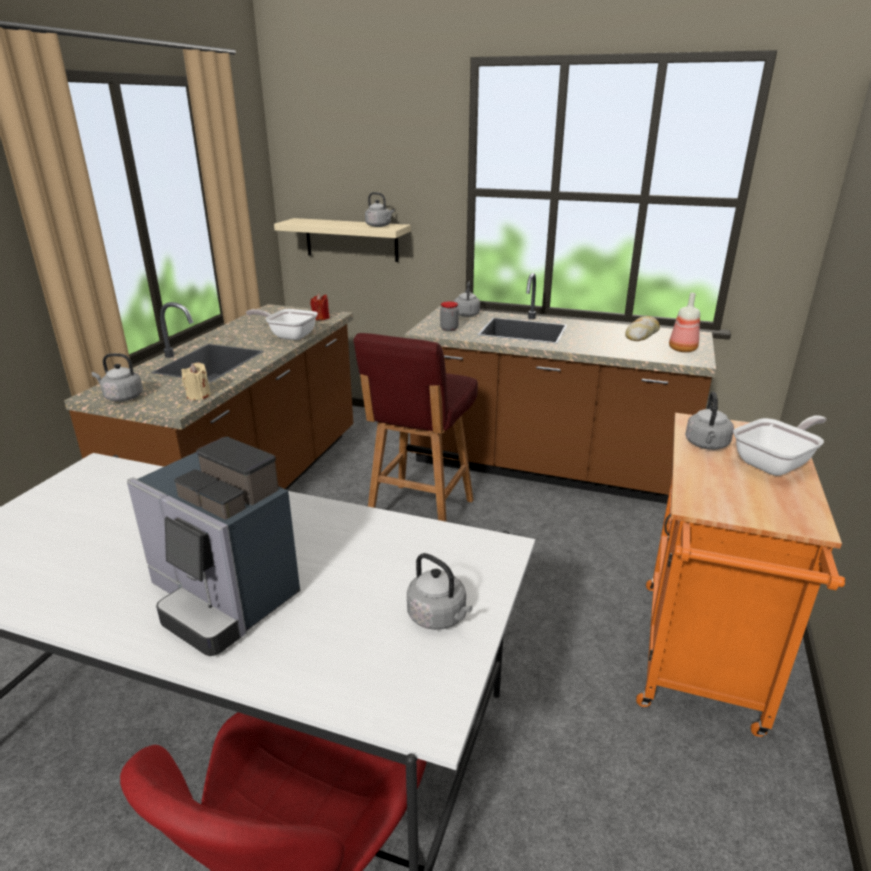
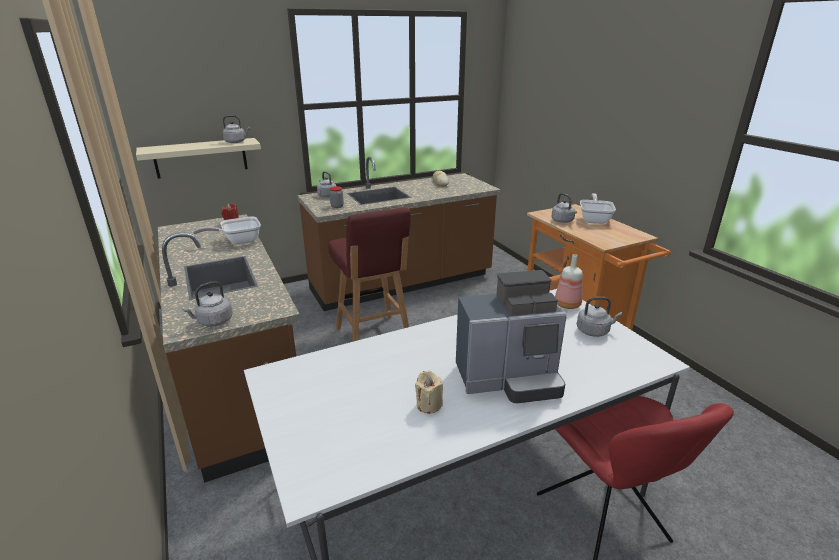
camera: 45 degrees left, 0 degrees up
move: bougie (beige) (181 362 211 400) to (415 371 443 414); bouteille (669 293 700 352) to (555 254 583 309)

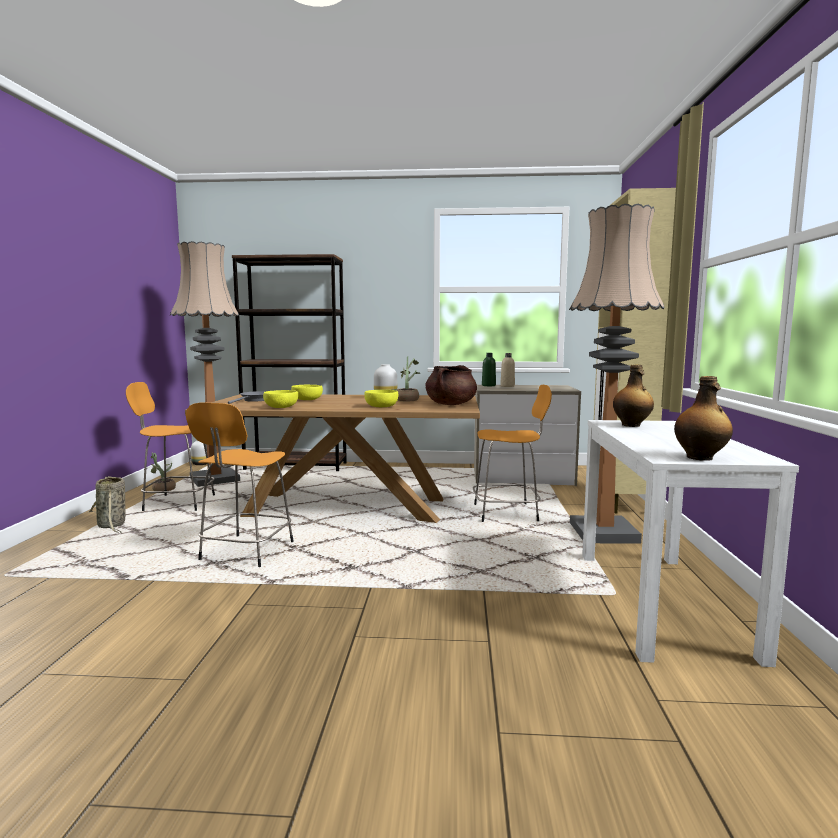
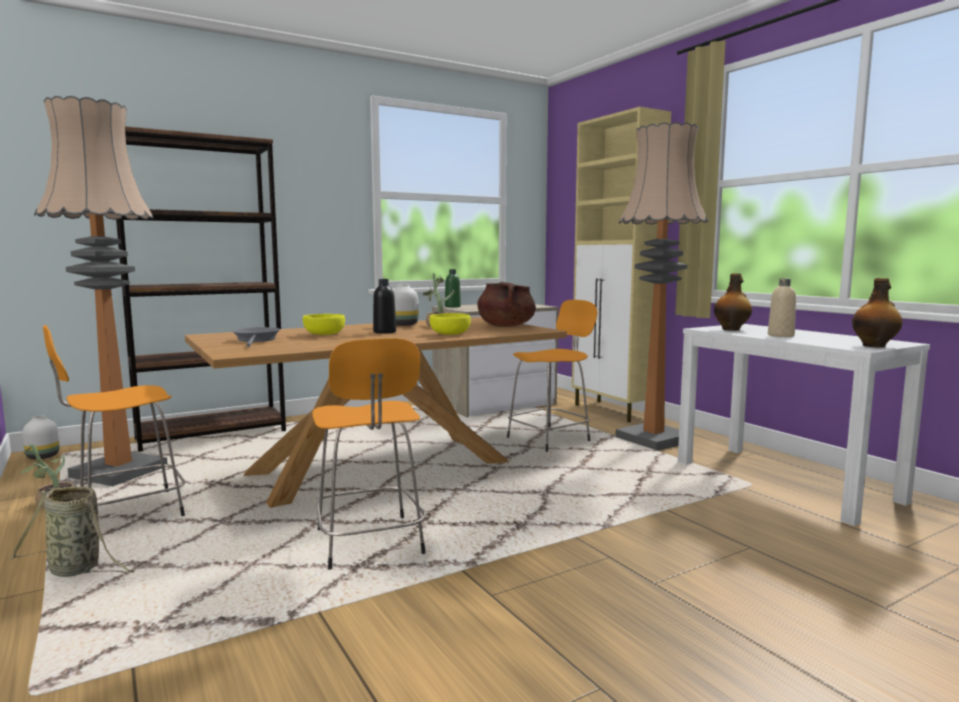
camera: 35 degrees left, 0 degrees up
delete: bol (jaune) (263 390 298 408)
insert: bouteille (noir) (373 279 396 334)
move: bouteille (beige) (500 353 515 387) to (768 278 796 337)

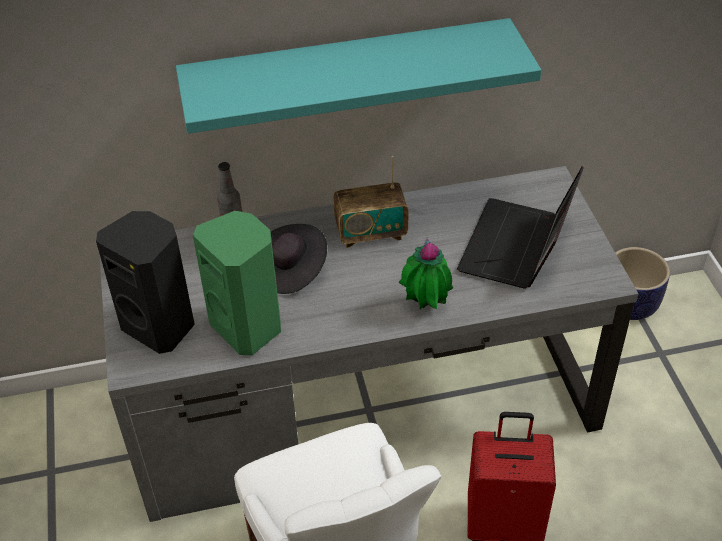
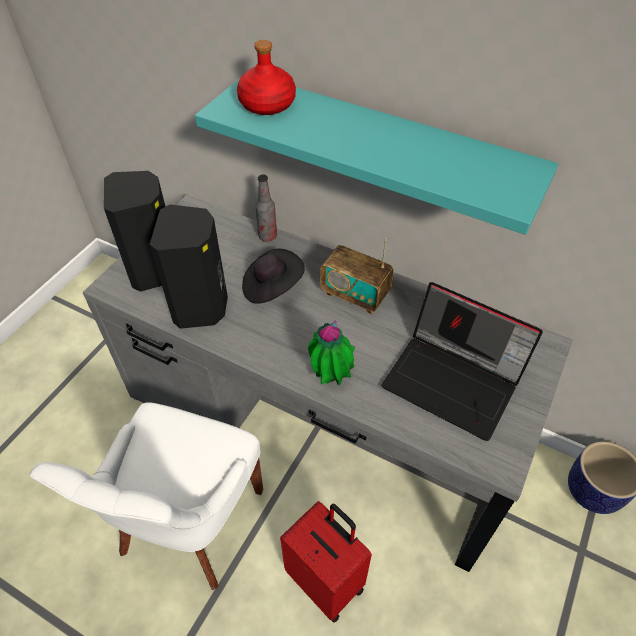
camera: 40 degrees right, 5 degrees up
insert: bouteille (rouge) (237 40 296 115)
recolor: enceinte (vert) (193 211 281 355) to enceinte (noir) (150 204 228 329)
rotate: ordinateur portable (457 166 584 289) = (381 282 543 441) 120 degrees counterclockwise

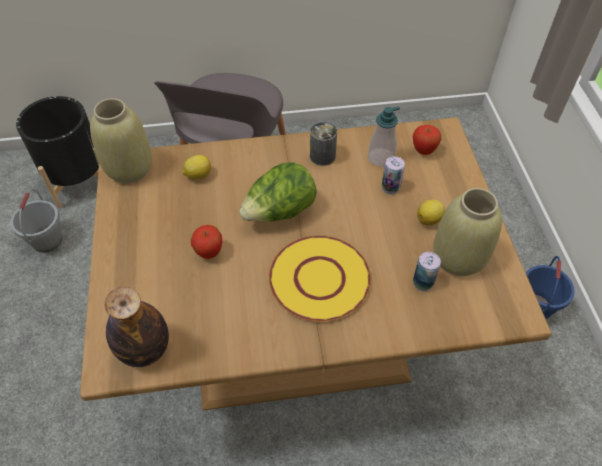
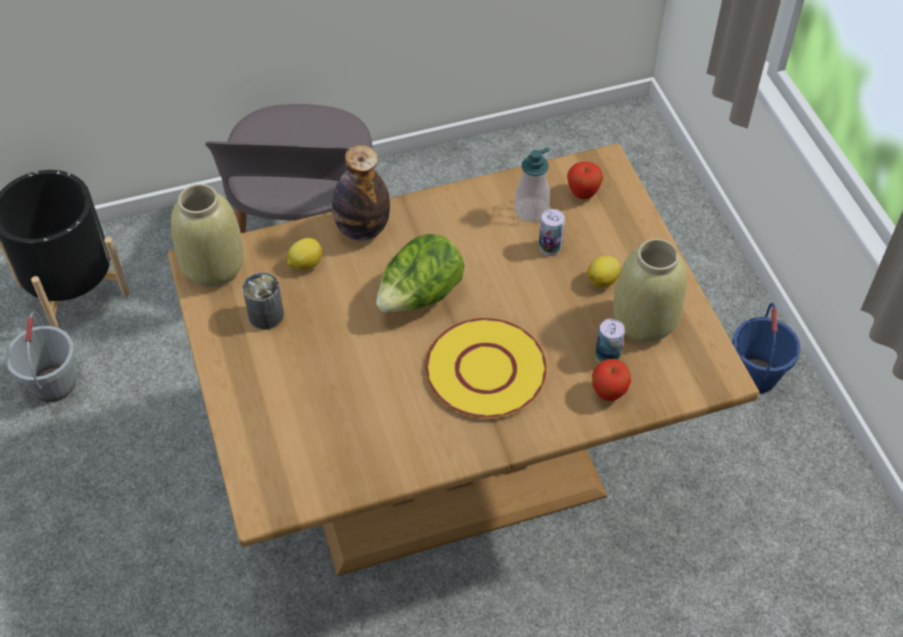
camera: 10 degrees left, 0 degrees up
move: bouteille (104 287 169 367) to (332 145 390 241); pomme (191 225 222 259) to (592 359 631 401); boîte métallique (310 122 337 166) to (243 272 284 330)

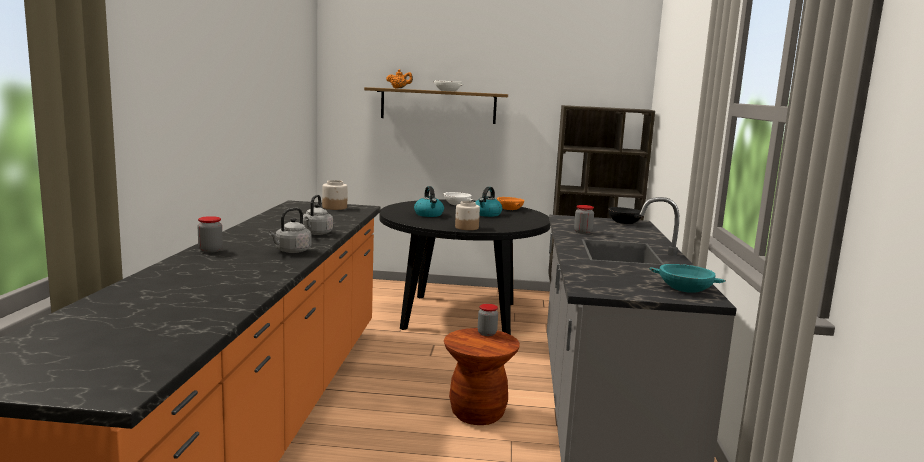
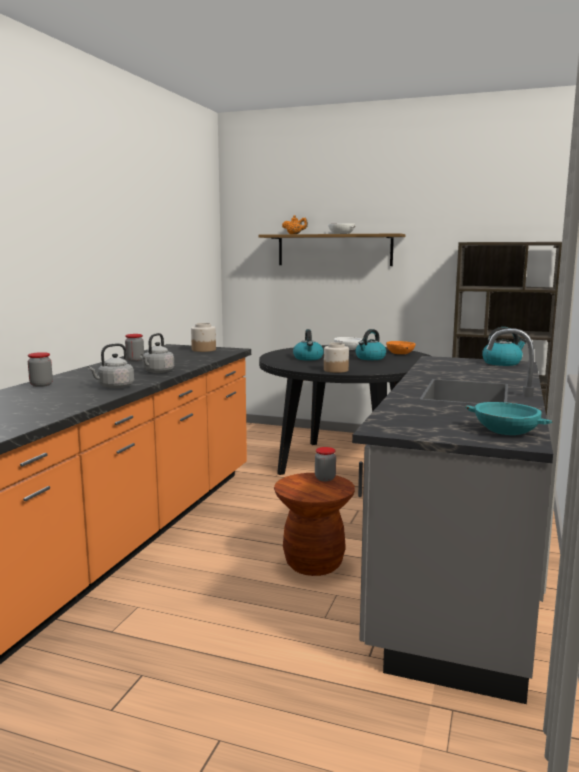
camera: 15 degrees right, 0 degrees up
move: bocal (574 205 594 234) to (125 334 144 362)
replace: bol (noir) (608 207 642 224) to bouilloire (482 327 527 366)

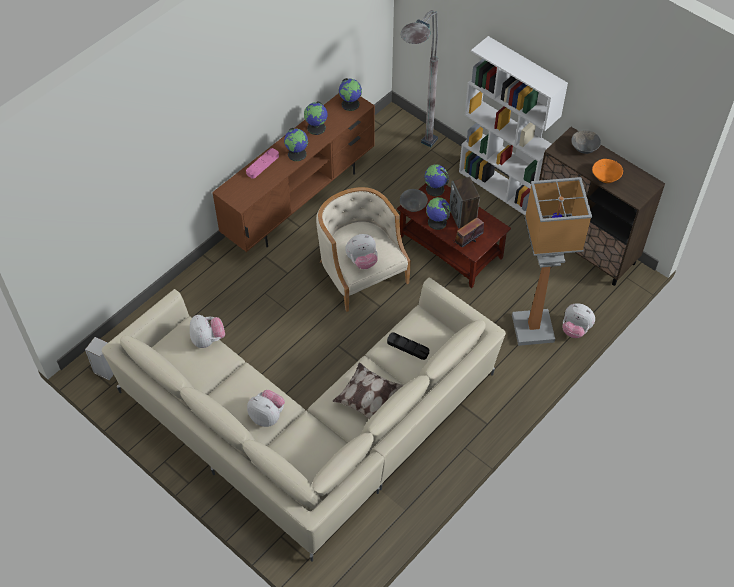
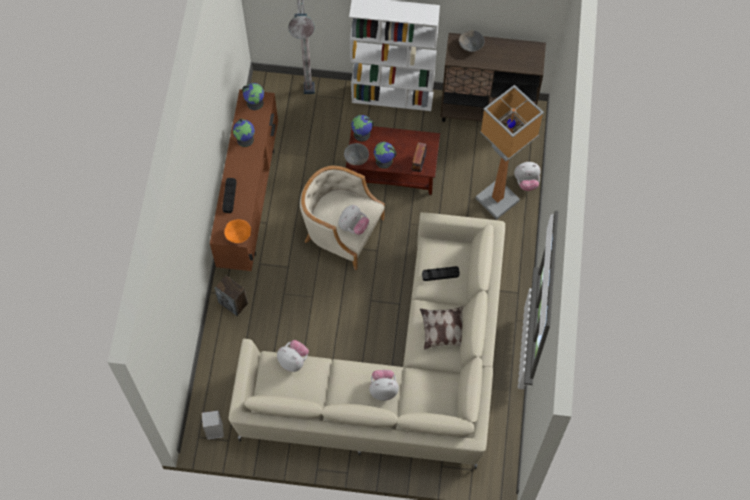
camera: 35 degrees left, 10 degrees up
delete: globe (284 128 308 161)
move: enceinte (449 177 480 229) to (214 275 248 316); bol (orange) (592 159 623 183) to (224 219 251 243)
recolor: plateau (rose) (246 148 279 179) to plateau (noir) (222 178 237 213)

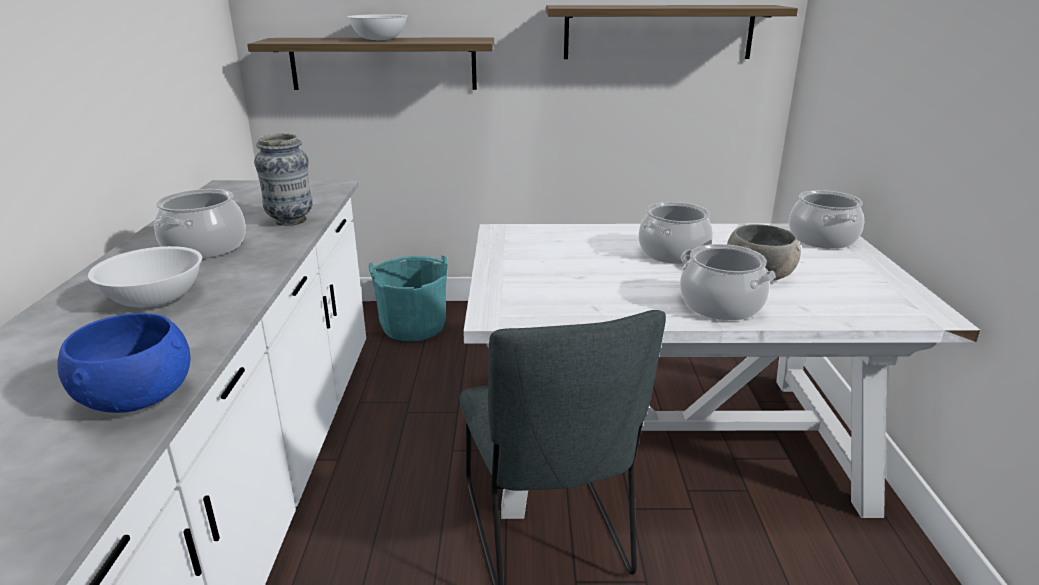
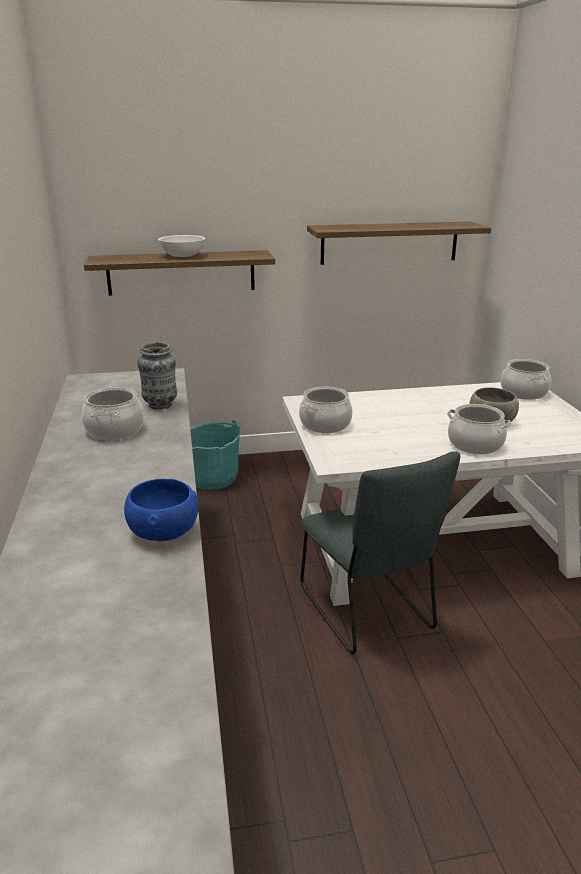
camera: 10 degrees left, 0 degrees up
delete: bol (blanc) (88 246 202 308)
move: marmite (638 202 713 264) to (299 387 353 433)

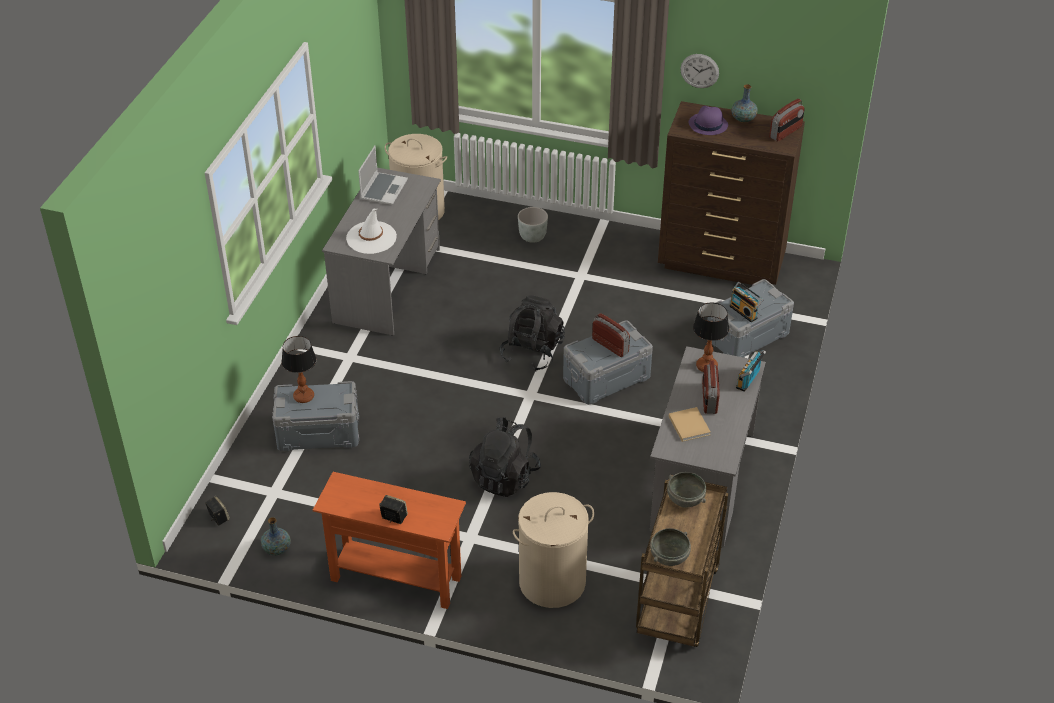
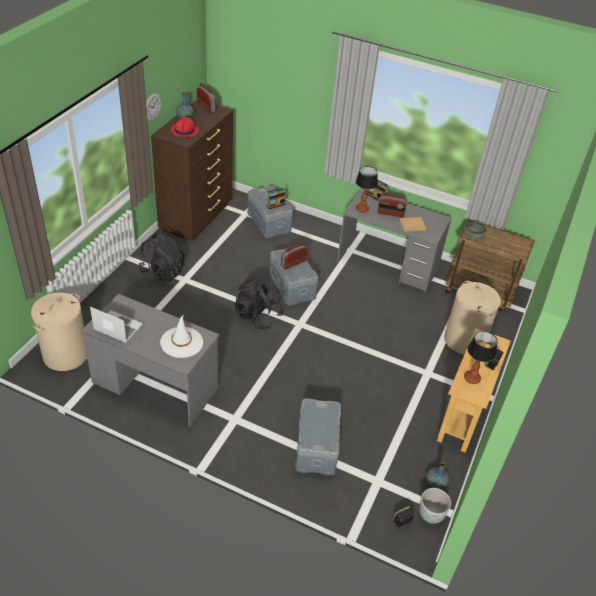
camera: 85 degrees left, 0 degrees up
delete: bol (gris) (650 528 691 566)
move: lampe de table (281 336 316 403) to (464 331 498 384); sac à dos (noir) (469 417 541 497) to (138 232 185 282); cache-pot (gris) (518 207 548 243) to (419 488 451 524)
recolor: table console (orange) (313 472 466 609) to table console (beige) (437 328 511 453); chapeau (violet) (689 106 728 135) to chapeau (rouge) (171 117 199 137)

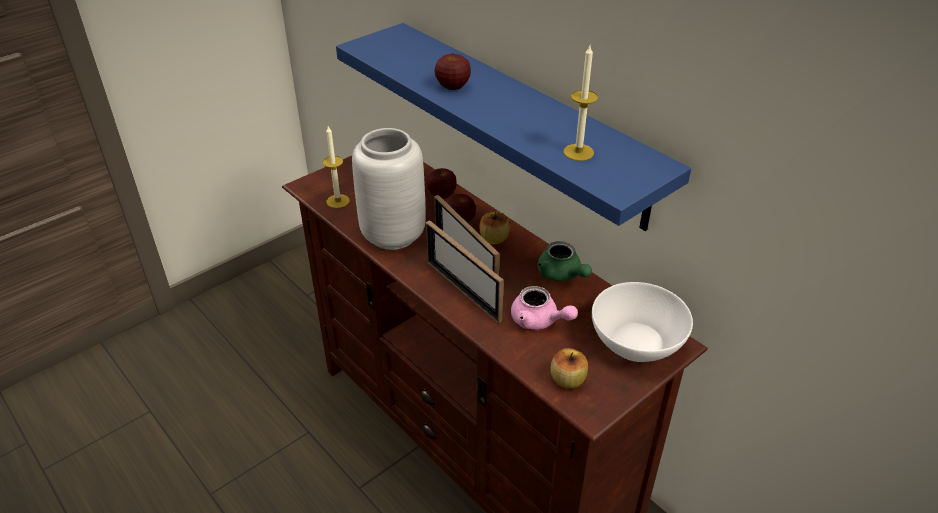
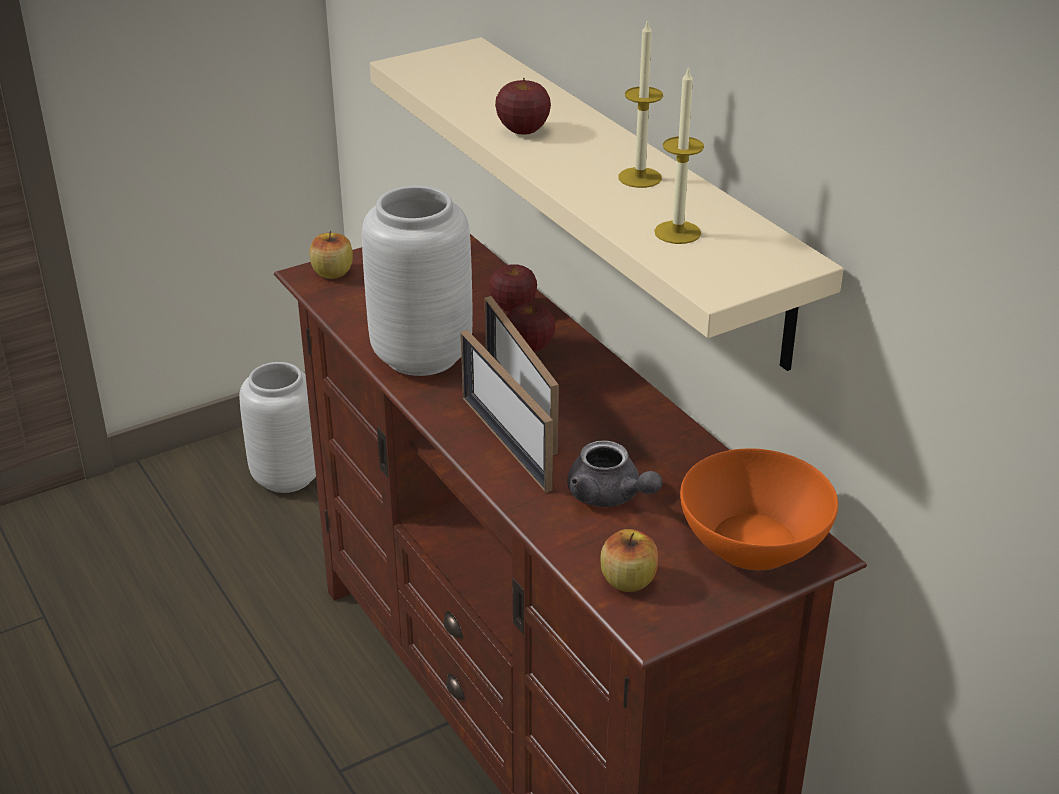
camera: 10 degrees right, 5 degrees down
delete: théière (vert) (538 241 592 282)
insert: vase (gris) (239 362 316 493)
move: bougie (323 126 350 208) to (618 19 663 188); pomme (479 212 510 244) to (309 231 353 279)
recolor: étagère (bleu) (336 23 691 231) to étagère (beige) (370 37 843 371); théière (rose) (511 286 578 330) to théière (gris) (567 440 663 507); bol (blanc) (592 282 693 362) to bol (orange) (680 448 838 570)

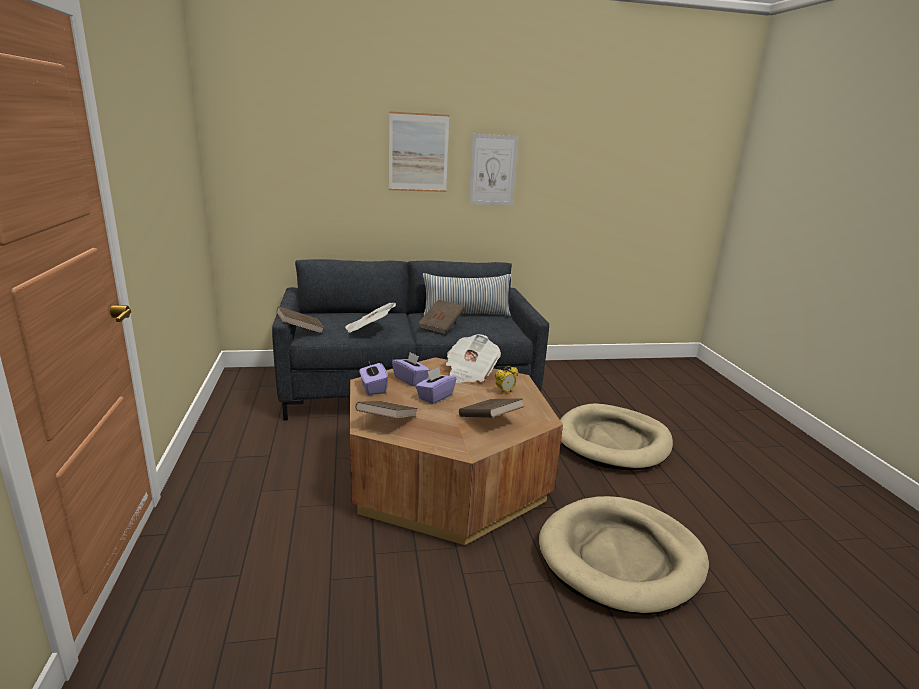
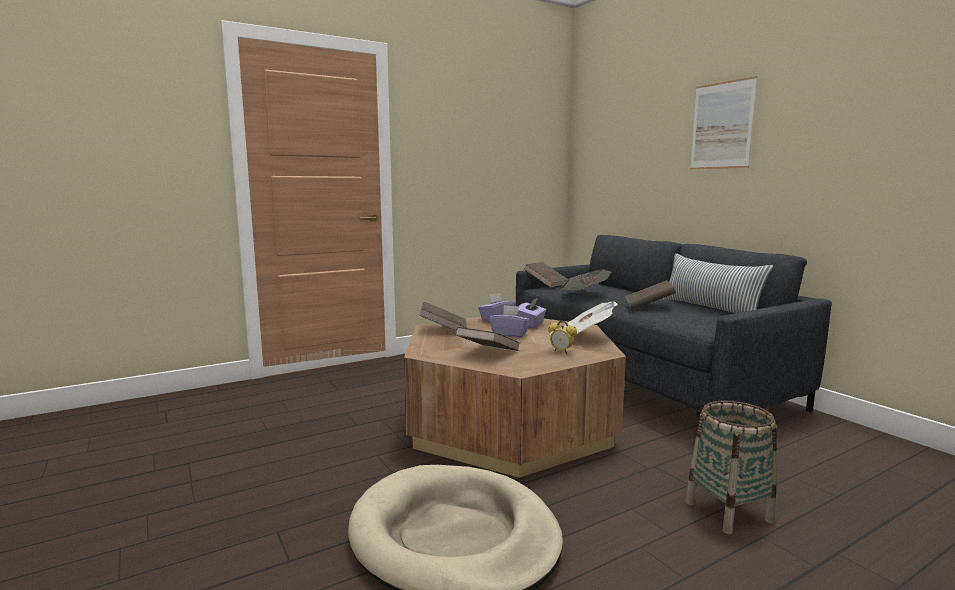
camera: 70 degrees right, 10 degrees down
delete: tableau (469 134 518 205)
replace: panier pour chien (beige) (560 403 673 470) to panier (685 401 777 534)

